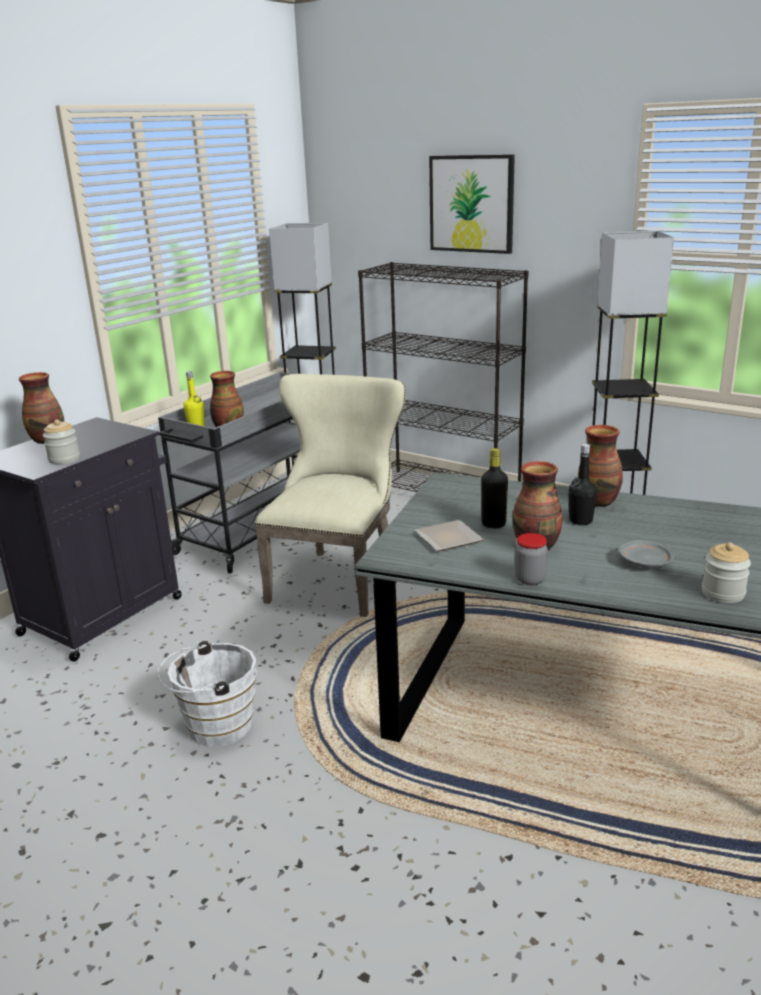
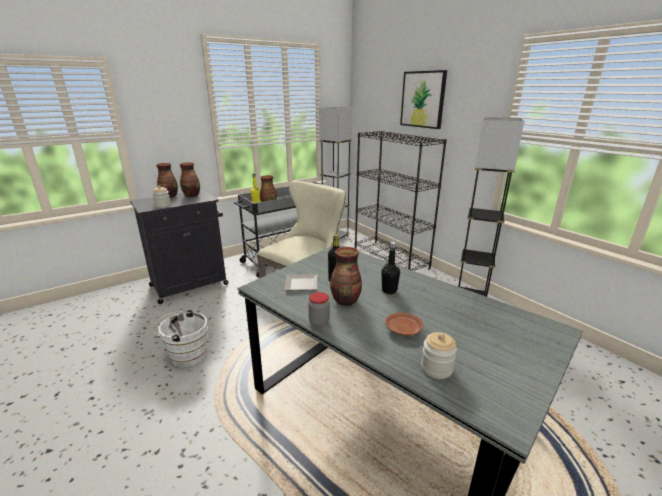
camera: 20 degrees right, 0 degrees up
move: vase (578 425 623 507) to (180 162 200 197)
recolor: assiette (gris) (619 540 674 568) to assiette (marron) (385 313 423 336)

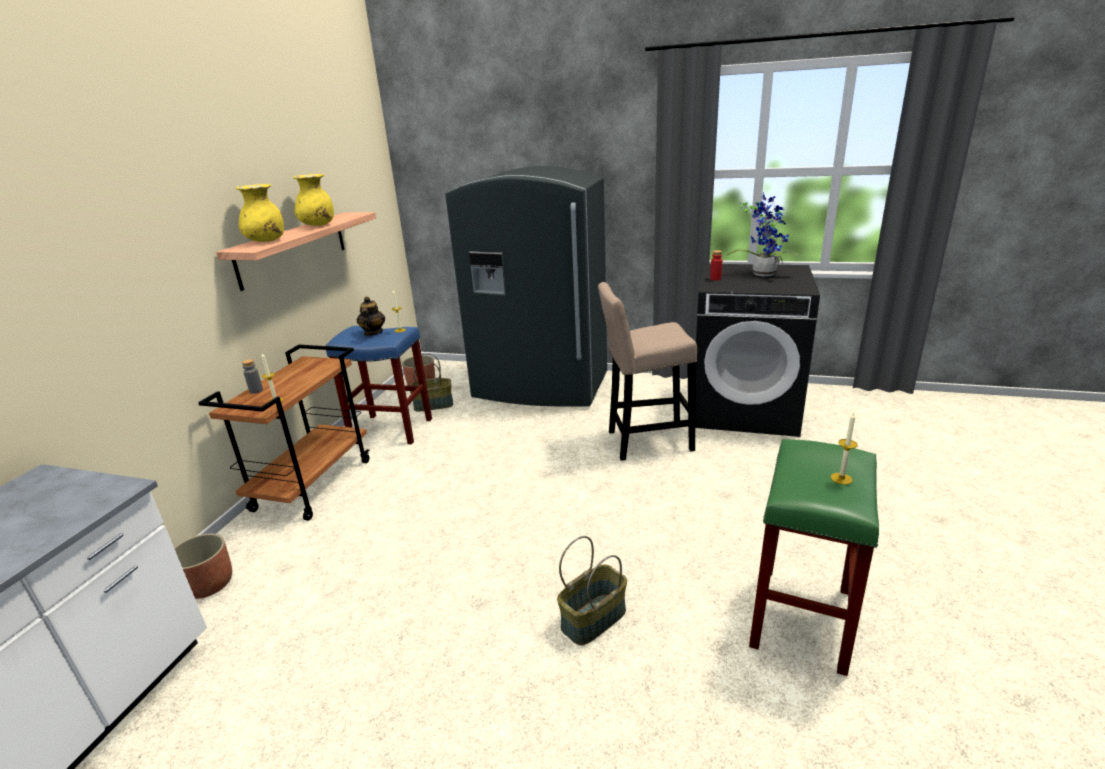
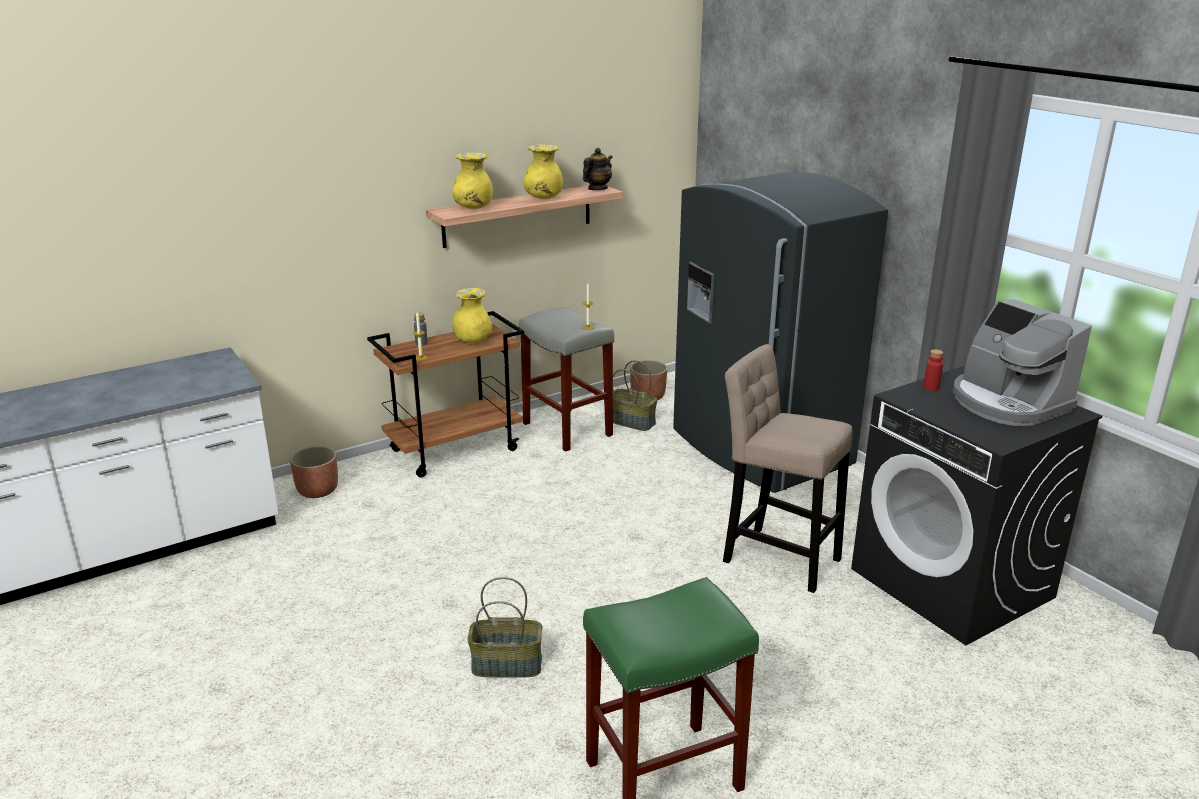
camera: 40 degrees right, 0 degrees up
delete: bougie (831 412 858 485)
insert: vase (jaune) (452 288 492 343)
move: théière (357 297 385 336) to (583 148 613 190)
replace: plante en pot (727 192 800 276) to machine à café (953 299 1092 426)
recolor: tabouret (bleu) (326 326 432 444) to tabouret (gris) (519 307 614 452)

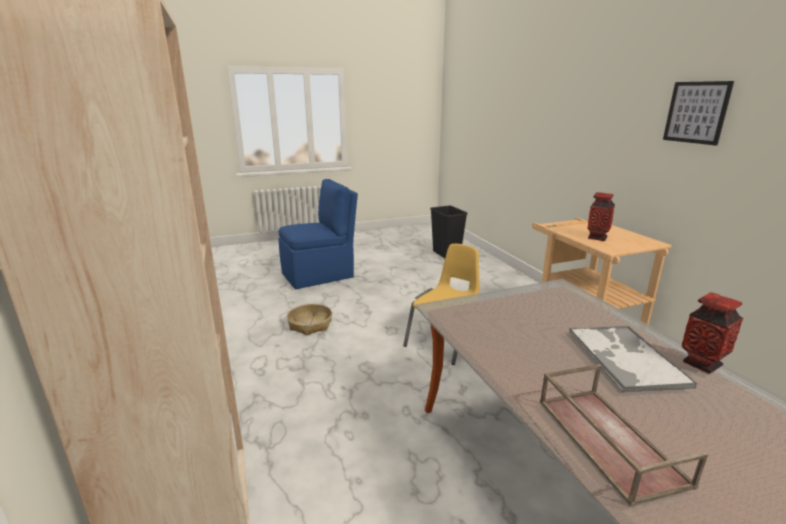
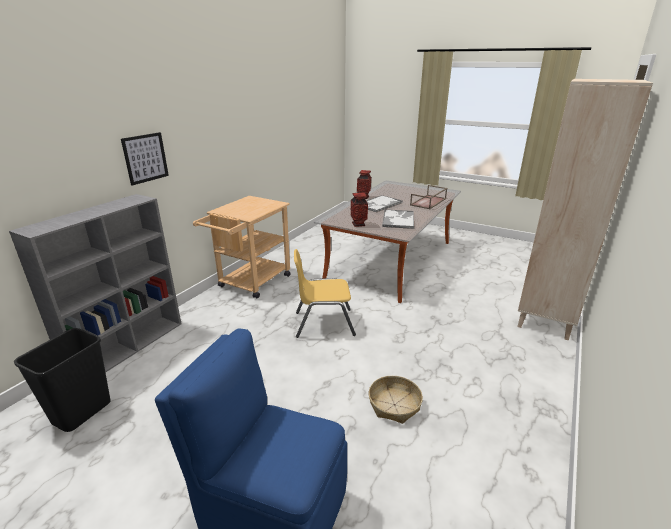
camera: 130 degrees left, 5 degrees up
insert: bibliothèque (gris) (9 194 182 372); plateau (382 210 414 229)
move: vase (587 192 615 241) to (351 193 368 227); tableau (663 81 734 145) to (121 132 169 185)

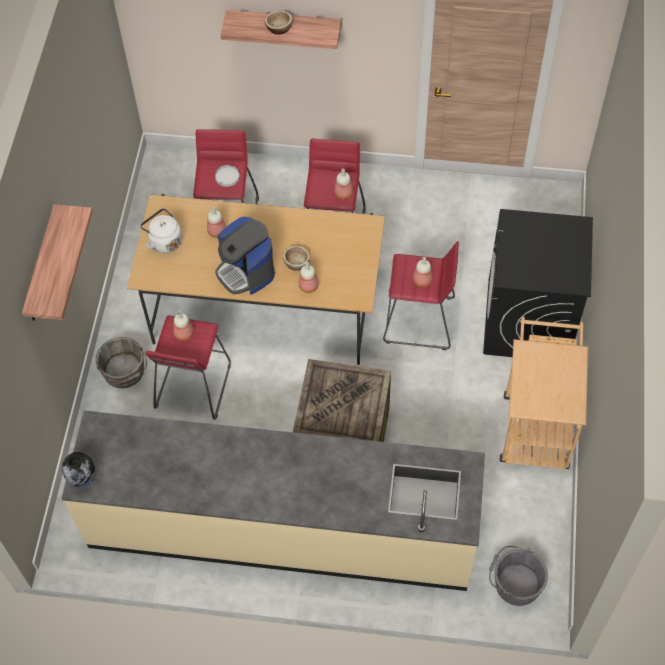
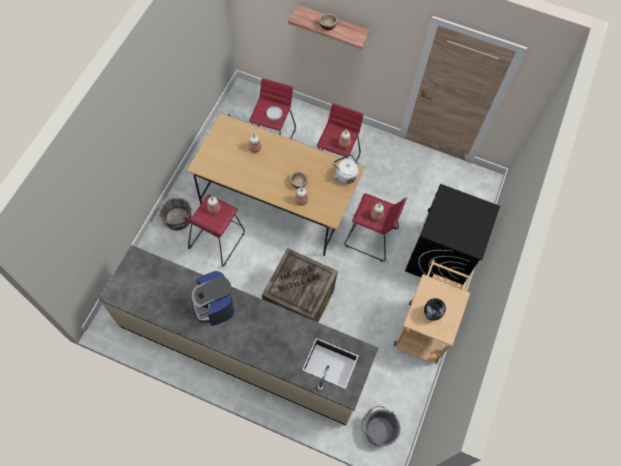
camera: 10 degrees right, 5 degrees up
delete: étagère (22 204 93 321)
move: vase (62 452 95 488) to (424 298 446 321); bouilloire (blanc) (140 208 182 253) to (333 154 359 184); machine à café (215 217 275 295) to (192 271 234 326)

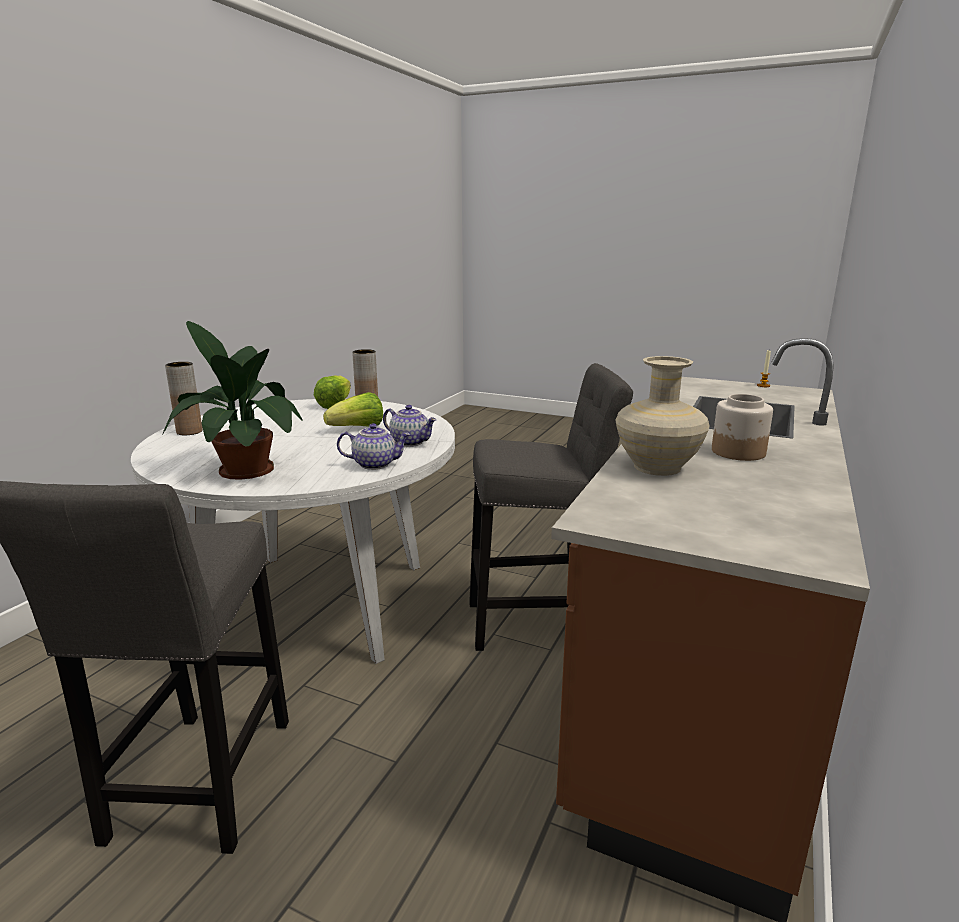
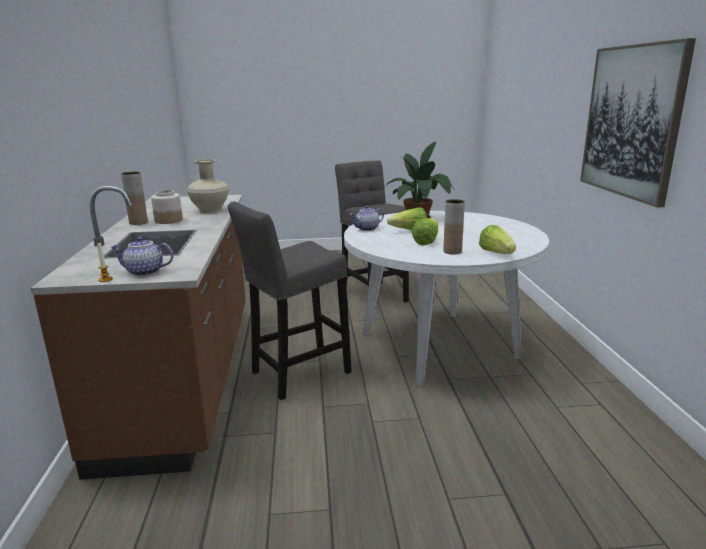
camera: 150 degrees right, 0 degrees up
insert: laitue (387 207 427 230); tableau (580 38 696 208)
move: vase (marron) (165 362 203 435) to (121 172 148 225); théière (383 405 437 447) to (111 237 173 276)

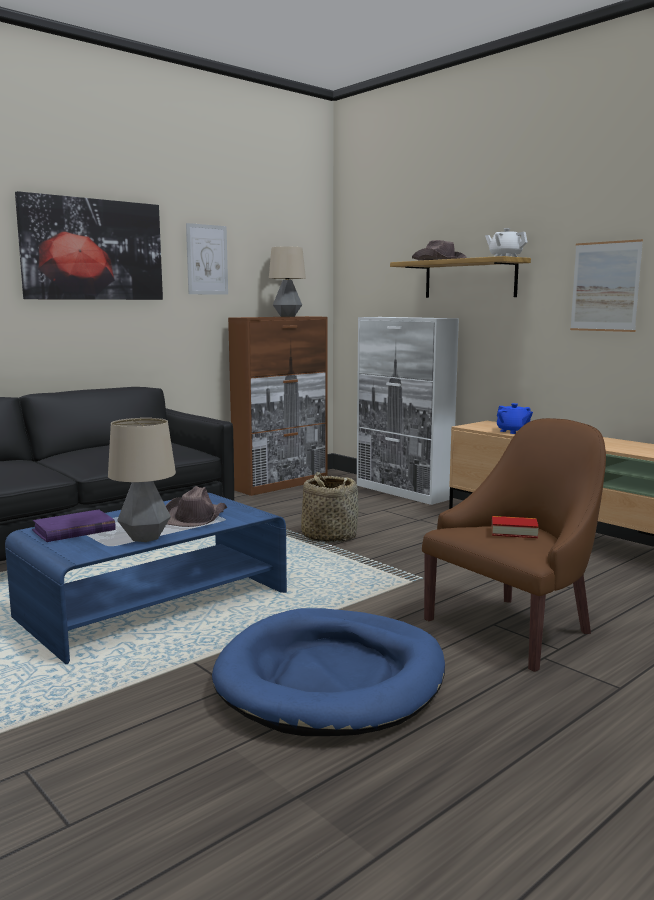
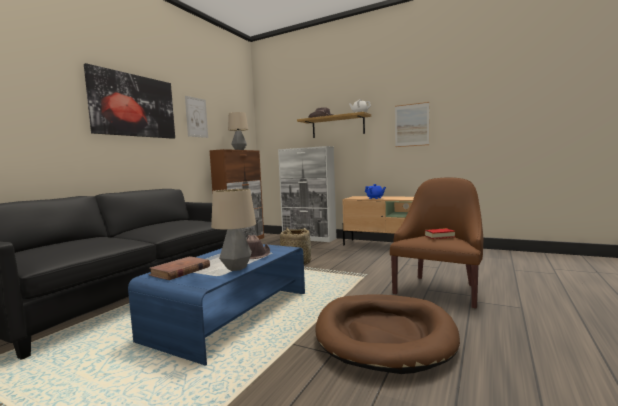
camera: 20 degrees left, 5 degrees down
recolor: livre (violet) (32 509 116 542) to livre (marron) (148 256 210 280); panier pour chien (bleu) (212 608 445 736) to panier pour chien (marron) (315 295 460 374)

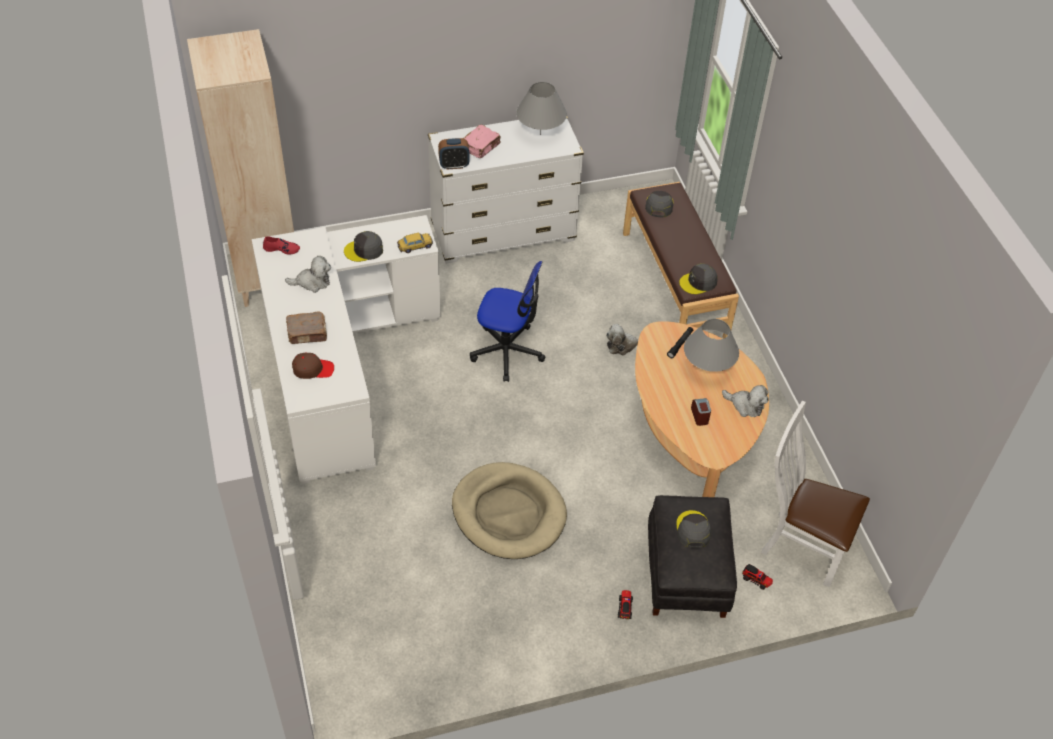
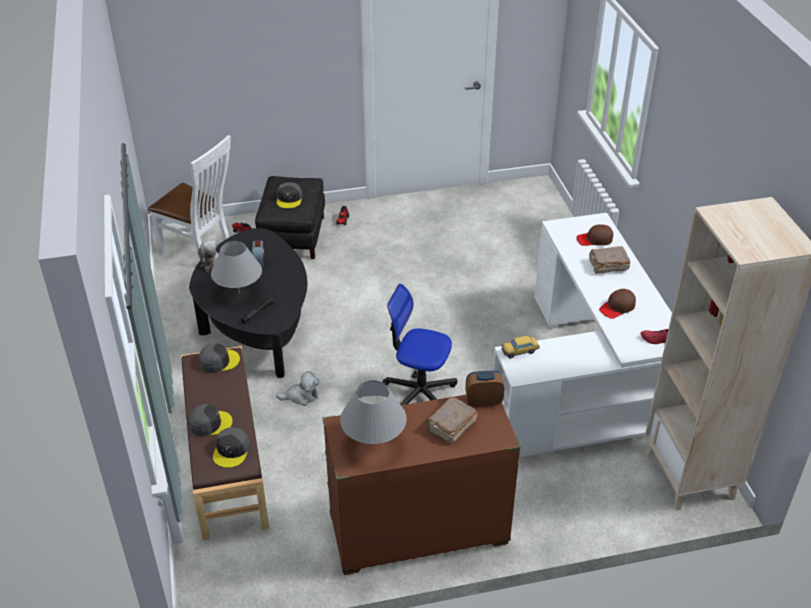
camera: 175 degrees left, 10 degrees down
delete: panier pour chien (beige) (452 462 567 559)
move: casquette (gris) (344 231 383 262) to (188 404 233 436)
replace: peluche (285 256 331 293) to casquette (marron) (599 289 636 319)
recolor: commode (blanc) (428 117 584 264) to commode (marron) (322 395 521 575); livre (rose) (464 125 501 158) to livre (marron) (426 397 477 444); table basse (beige) (635 321 769 497) to table basse (noir) (189 228 307 378)

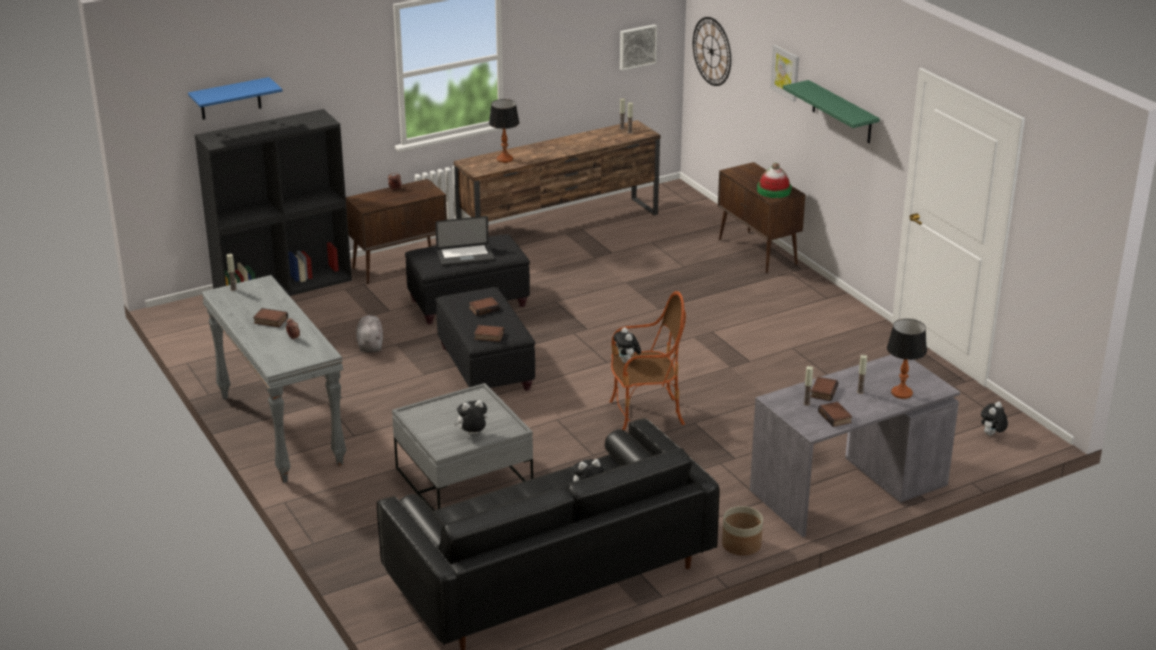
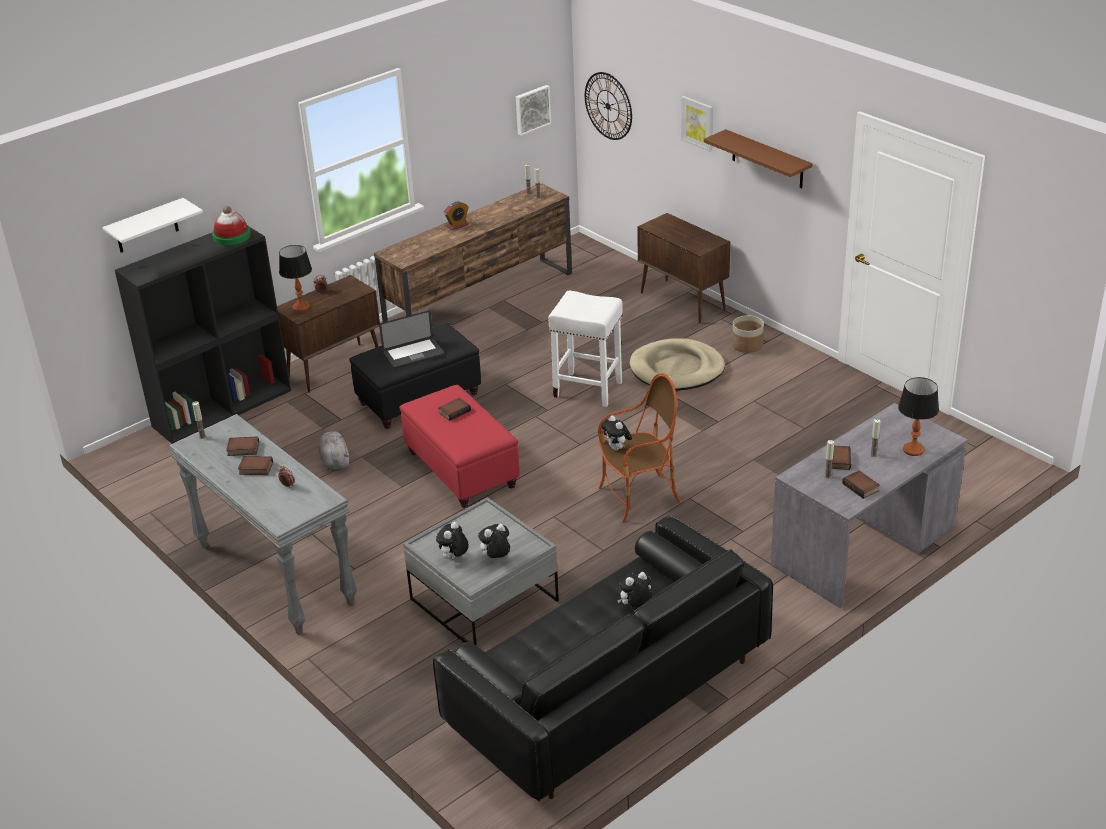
camera: 10 degrees left, 5 degrees up
insert: réveil (444 202 469 230); tabouret (blanc) (548 291 622 407); panier pour chien (beige) (629 338 725 390)
move: livre (474 325 504 342) to (226 436 259 456); lampe de table (489 99 519 163) to (279 245 312 312); cache-pot (722 506 763 556) to (732 315 764 353); chapeau (757 163 792 198) to (212 206 251 245); peluche (981 402 1008 436) to (436 522 469 560)
recolor: étagère (bleu) (188 77 282 120) to étagère (blanc) (102 198 203 253); pouf (noir) (435 287 535 391) to pouf (rouge) (399 385 520 508); étagère (vert) (783 80 880 143) to étagère (marron) (704 129 813 189)

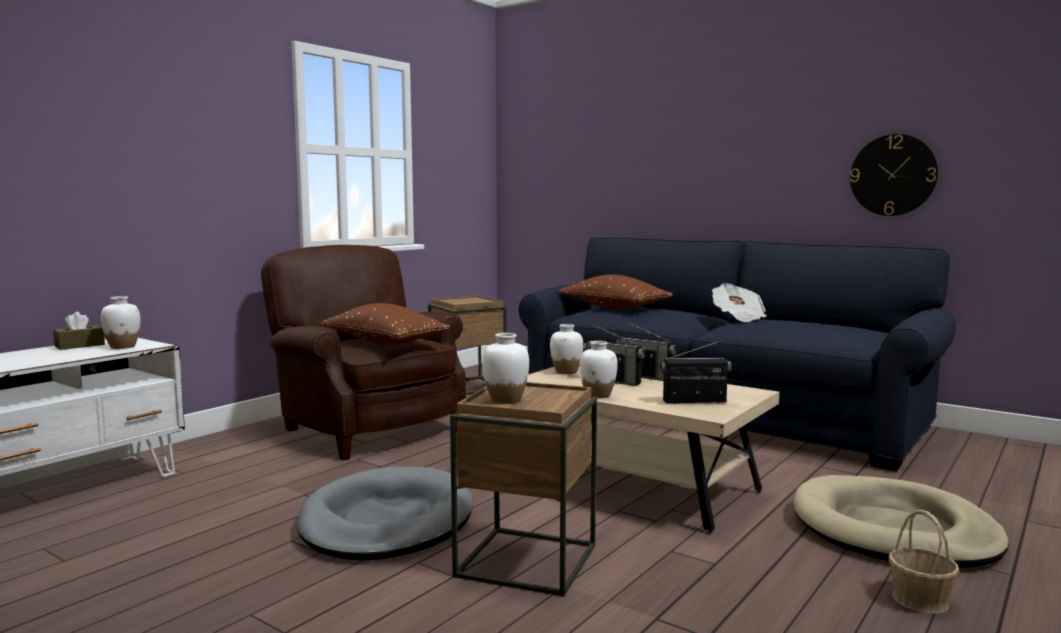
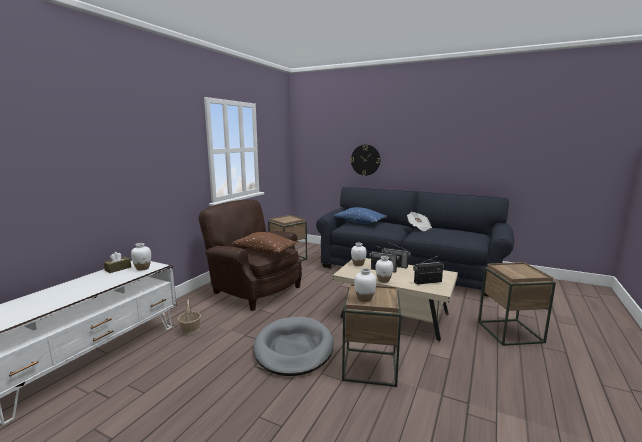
camera: 10 degrees left, 5 degrees up
move: horloge murale (850 134 938 216) to (351 145 380 176); panier (889 510 959 614) to (178 300 201 335)
replace: panier pour chien (beige) (793 475 1009 568) to table d'appoint (marron) (478 262 556 346)
recolor: coussin (marron) (558 275 673 309) to coussin (bleu) (334 207 387 224)

